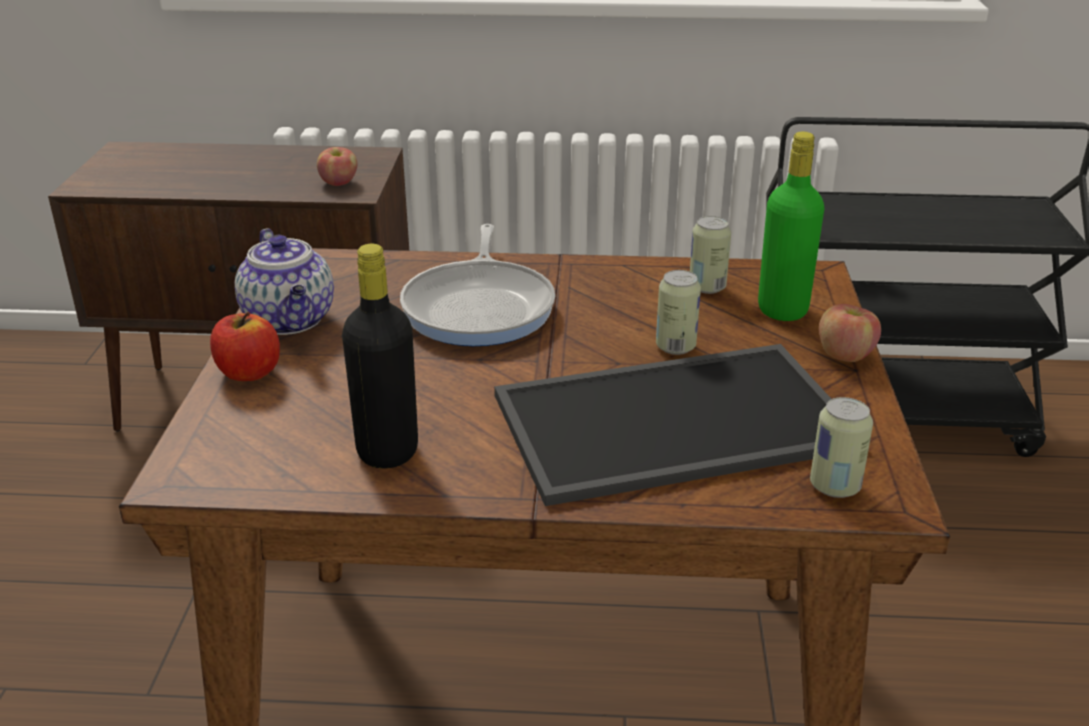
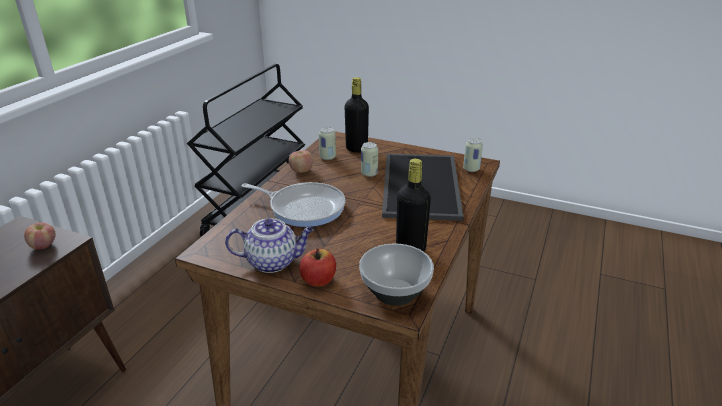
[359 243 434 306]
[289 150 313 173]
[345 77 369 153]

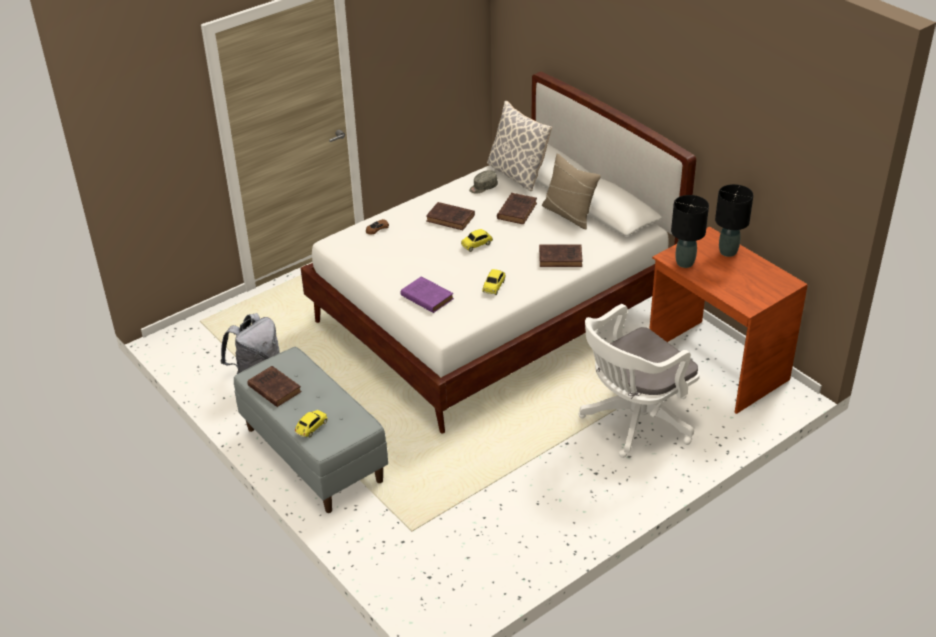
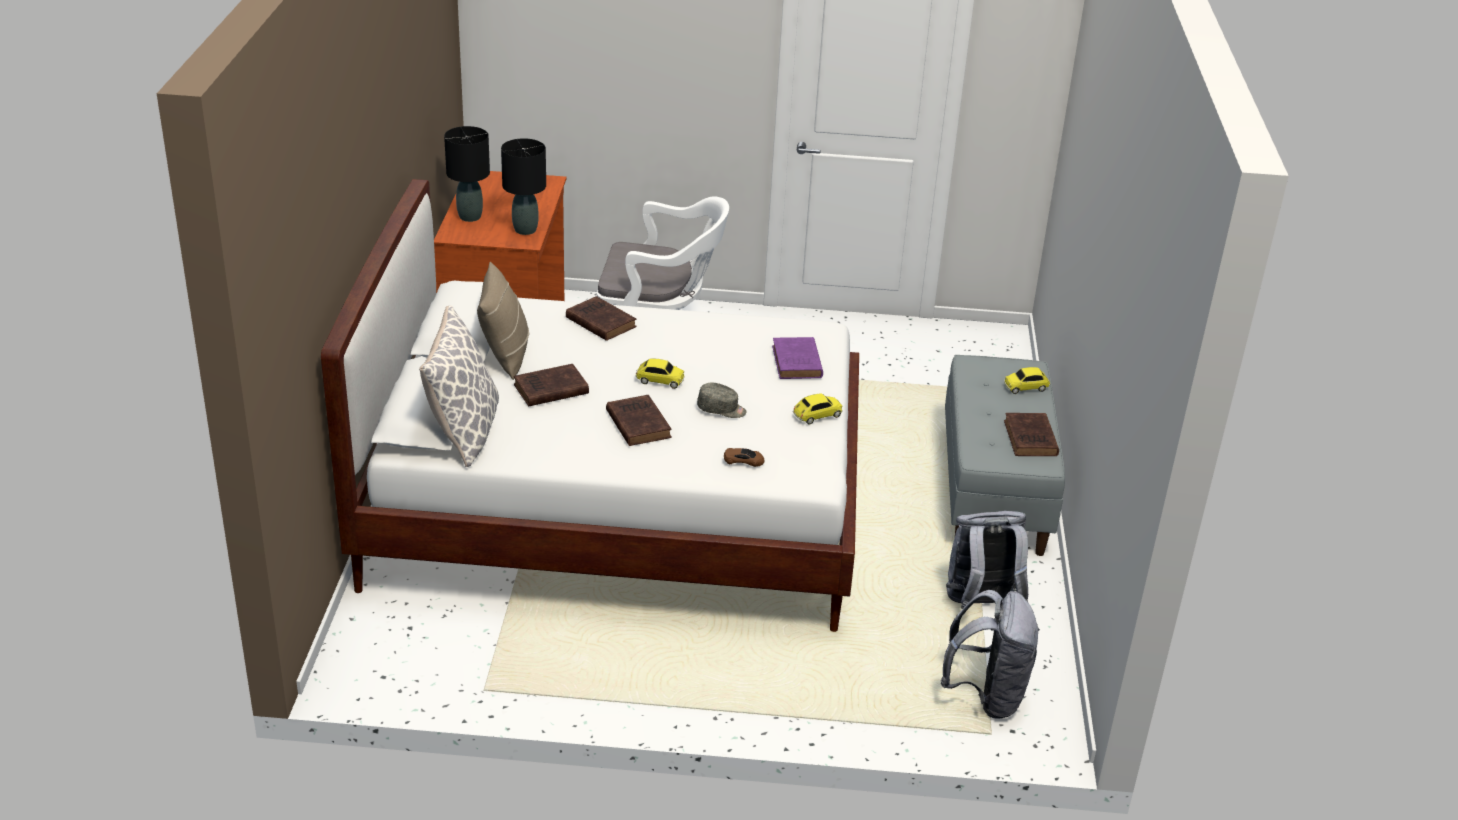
[941 590 1040 719]
[697 383 746 418]
[793 393 842 424]

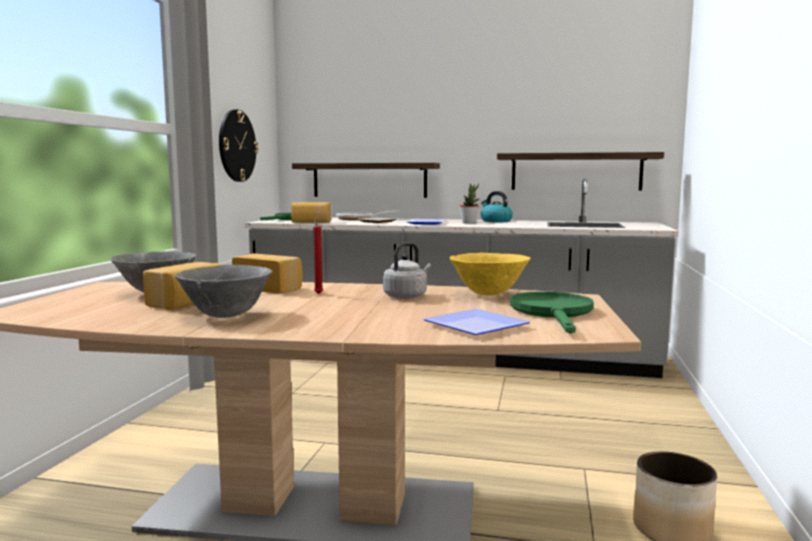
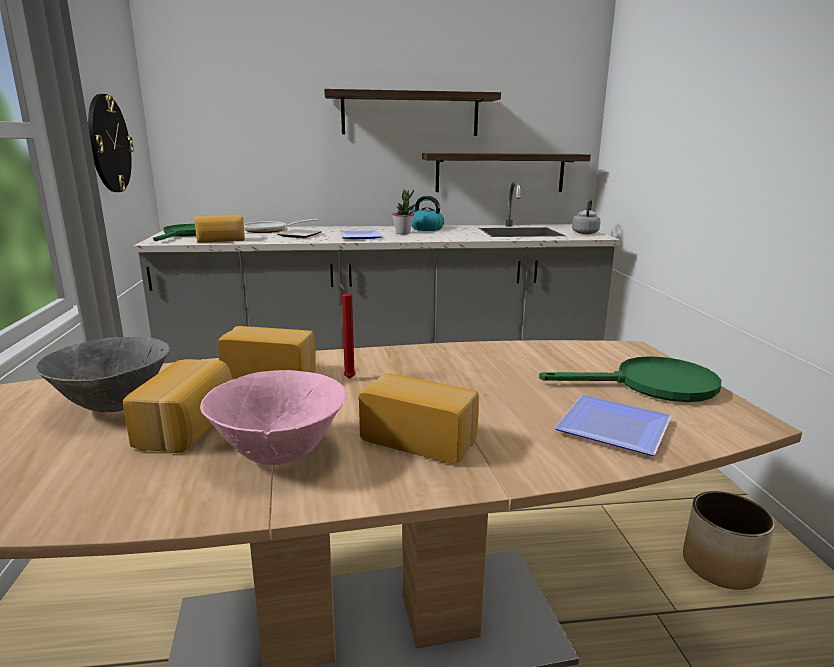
[449 253 530 296] (first image)
[359 373 479 464]
[324 89 501 136]
[572 199 601 234]
[200 370 347 465]
[539 356 721 402]

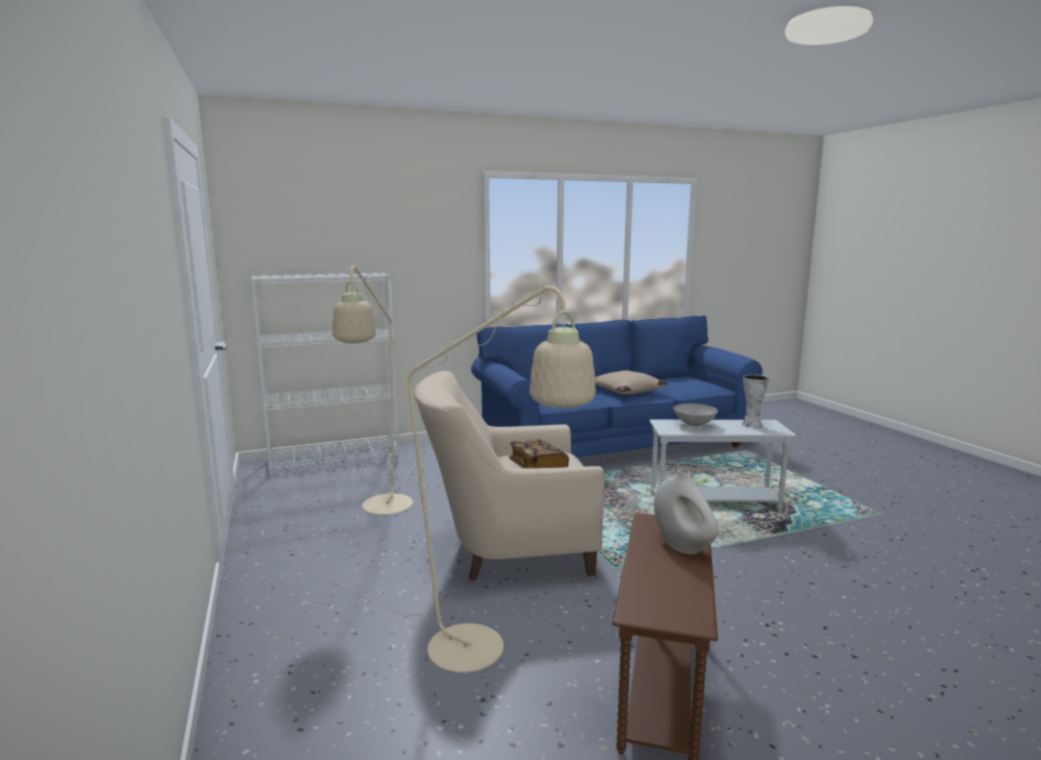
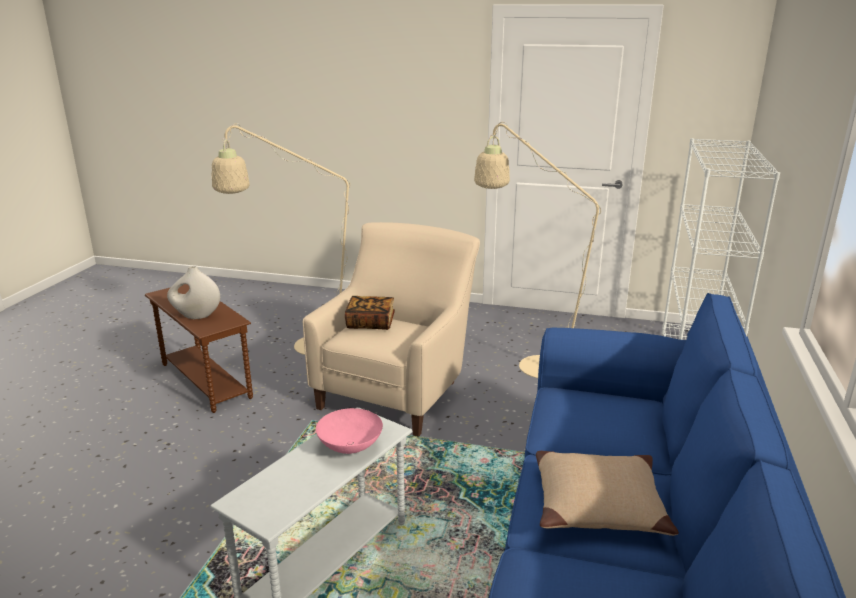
[742 374 769 428] (first image)
[316 408 383 454]

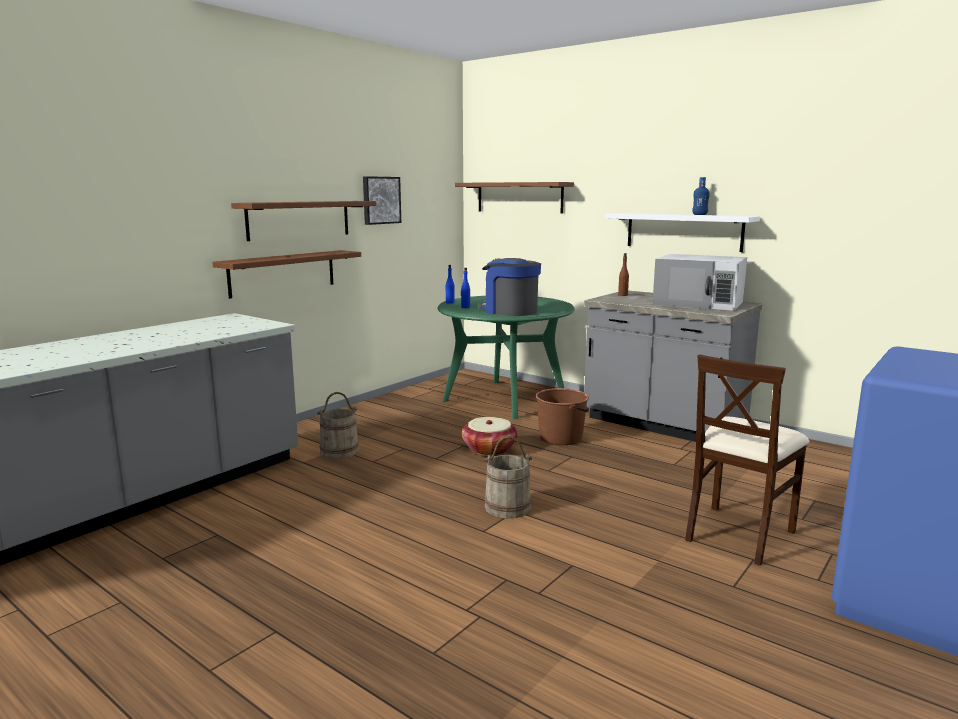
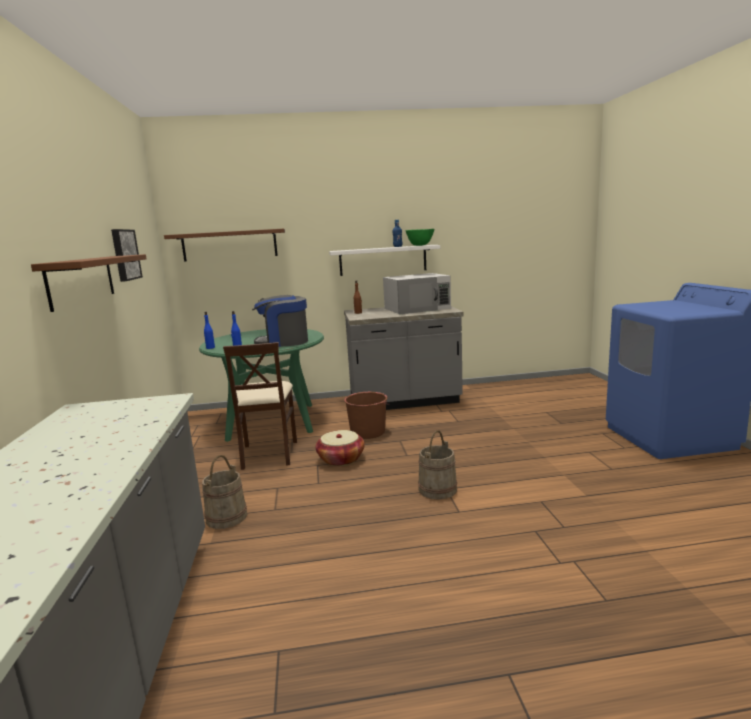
[212 250 361 299] (first image)
[406 229 434 246]
[223 342 297 470]

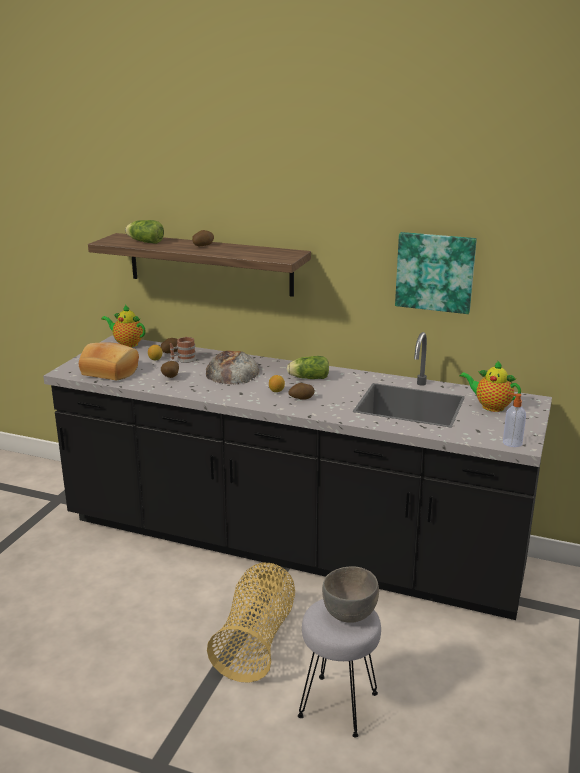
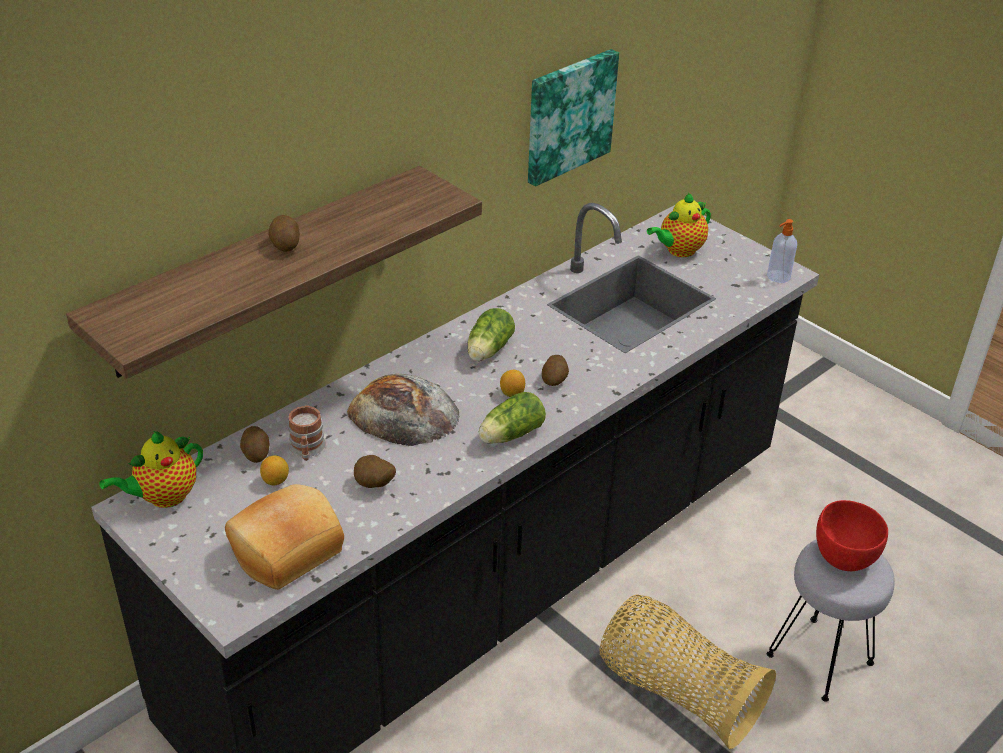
[478 392 546 444]
[816 500 888 571]

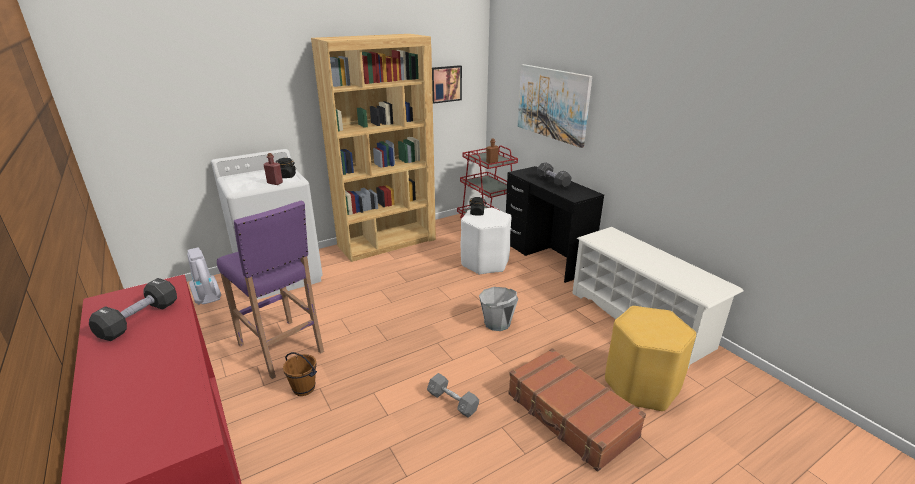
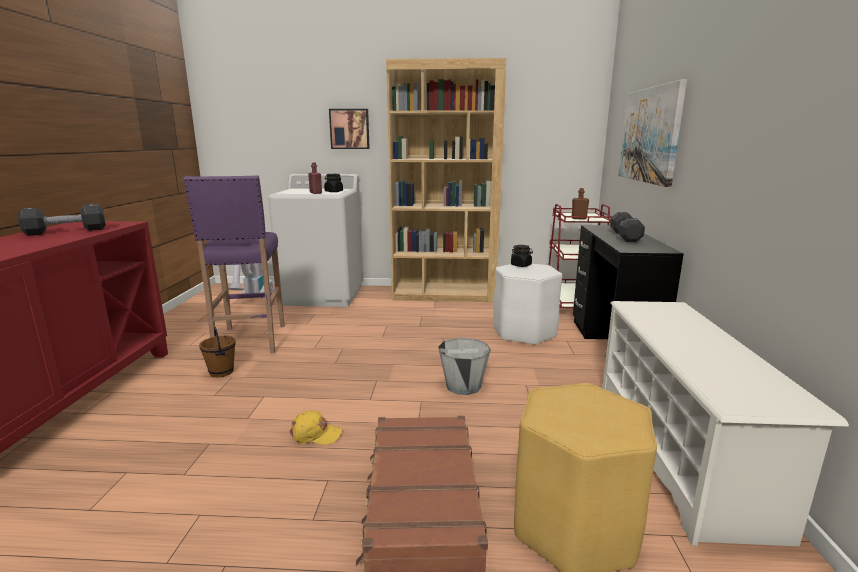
[329 109 370 149]
[289 411 343 445]

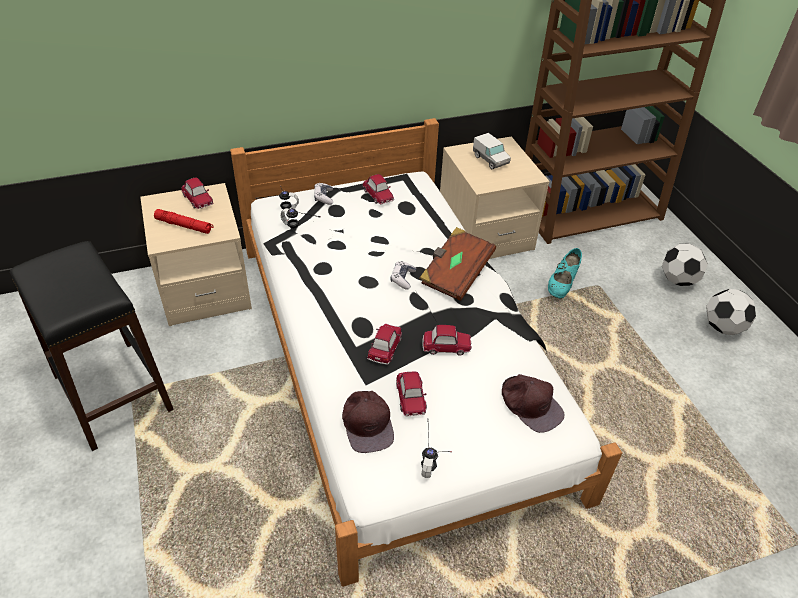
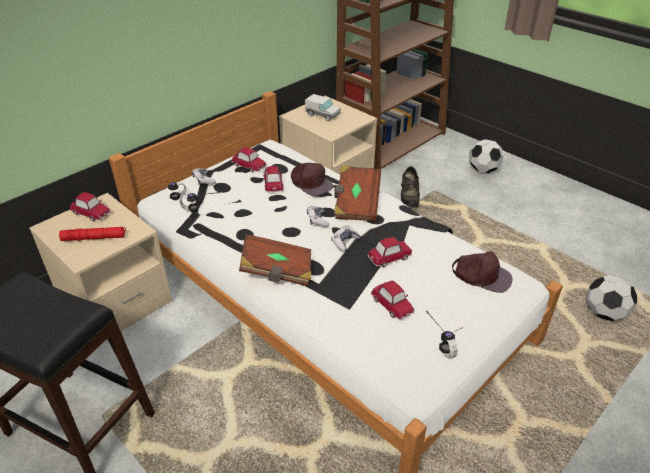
[239 234 311 286]
[331 226 361 252]
[291 163 334 196]
[263 166 284 192]
[586 275 637 321]
[401 166 420 208]

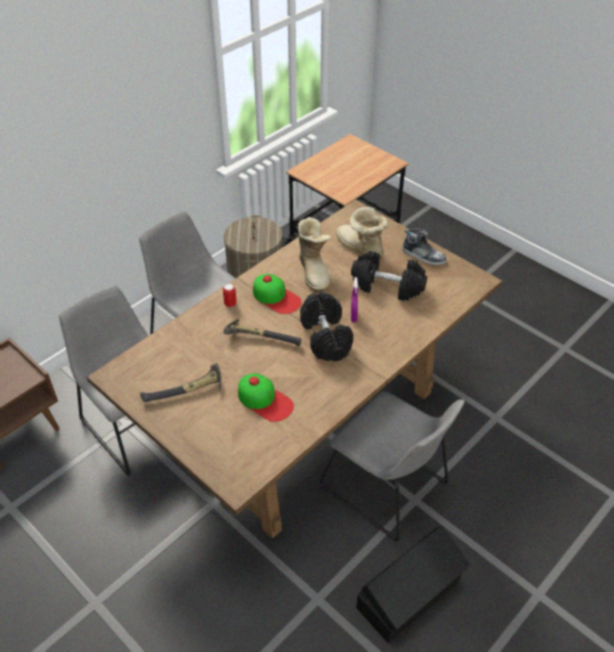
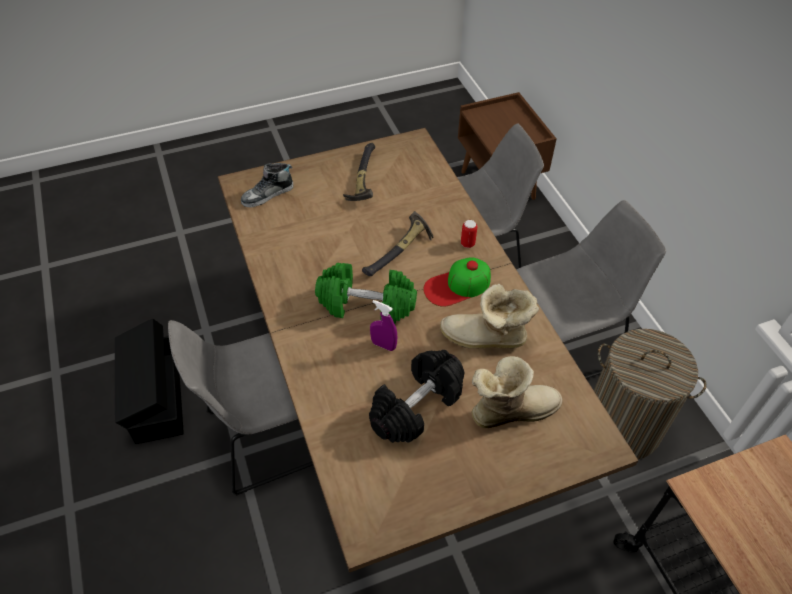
[238 373 294 422] (first image)
[241 163 293 208]
[315 263 417 324]

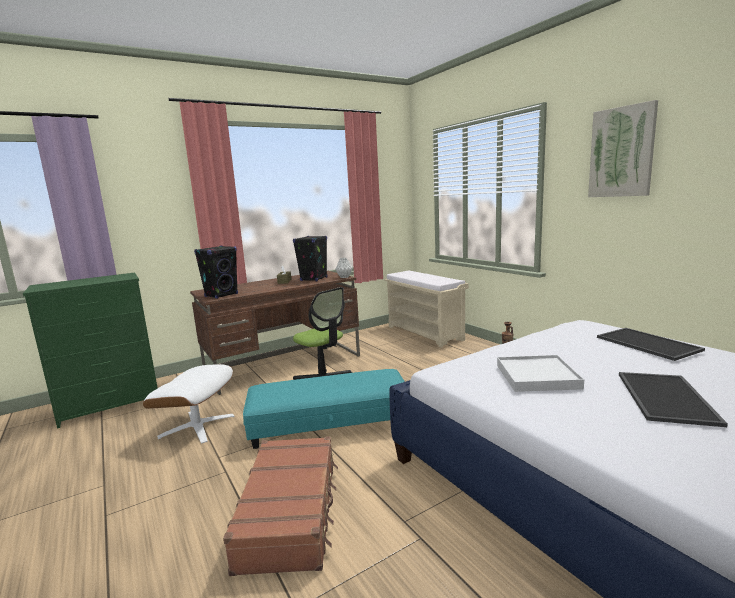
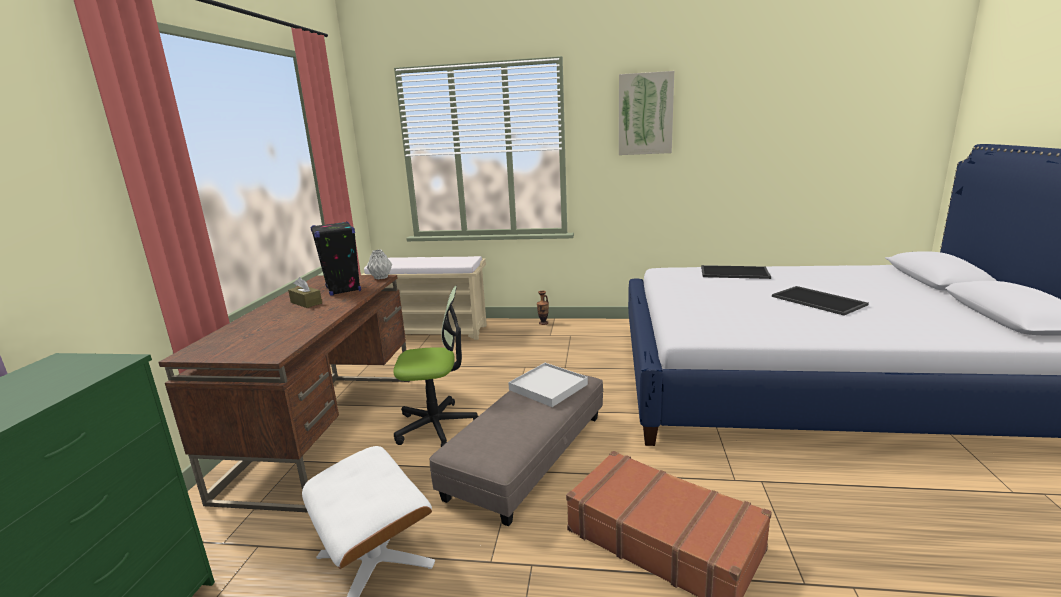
[194 246 238 299] (first image)
[508 363 588 407]
[430 374 603 527]

